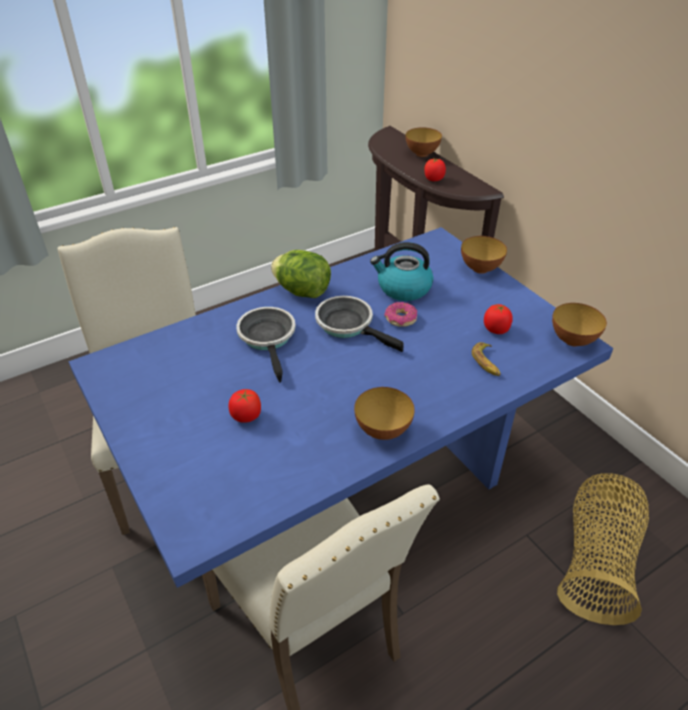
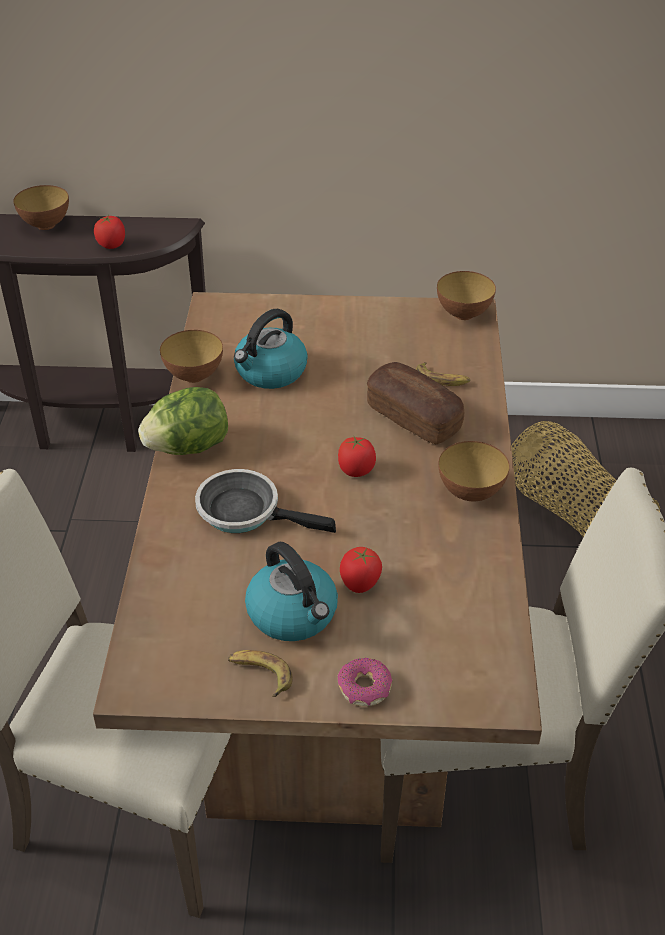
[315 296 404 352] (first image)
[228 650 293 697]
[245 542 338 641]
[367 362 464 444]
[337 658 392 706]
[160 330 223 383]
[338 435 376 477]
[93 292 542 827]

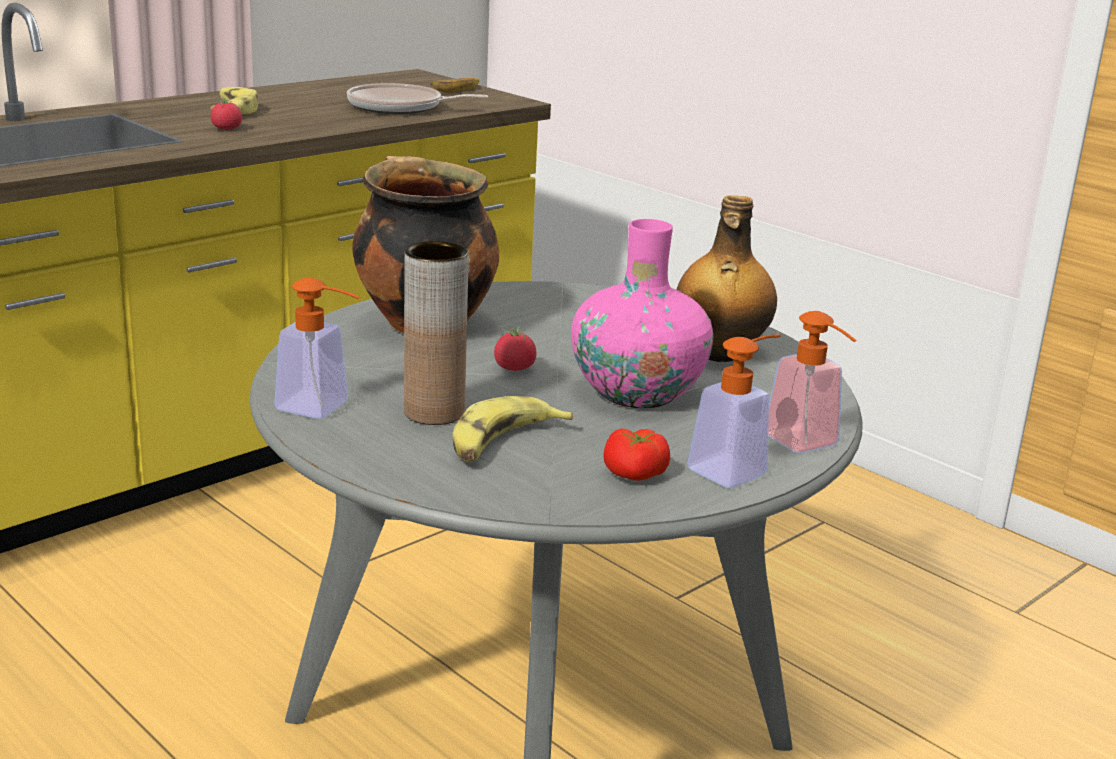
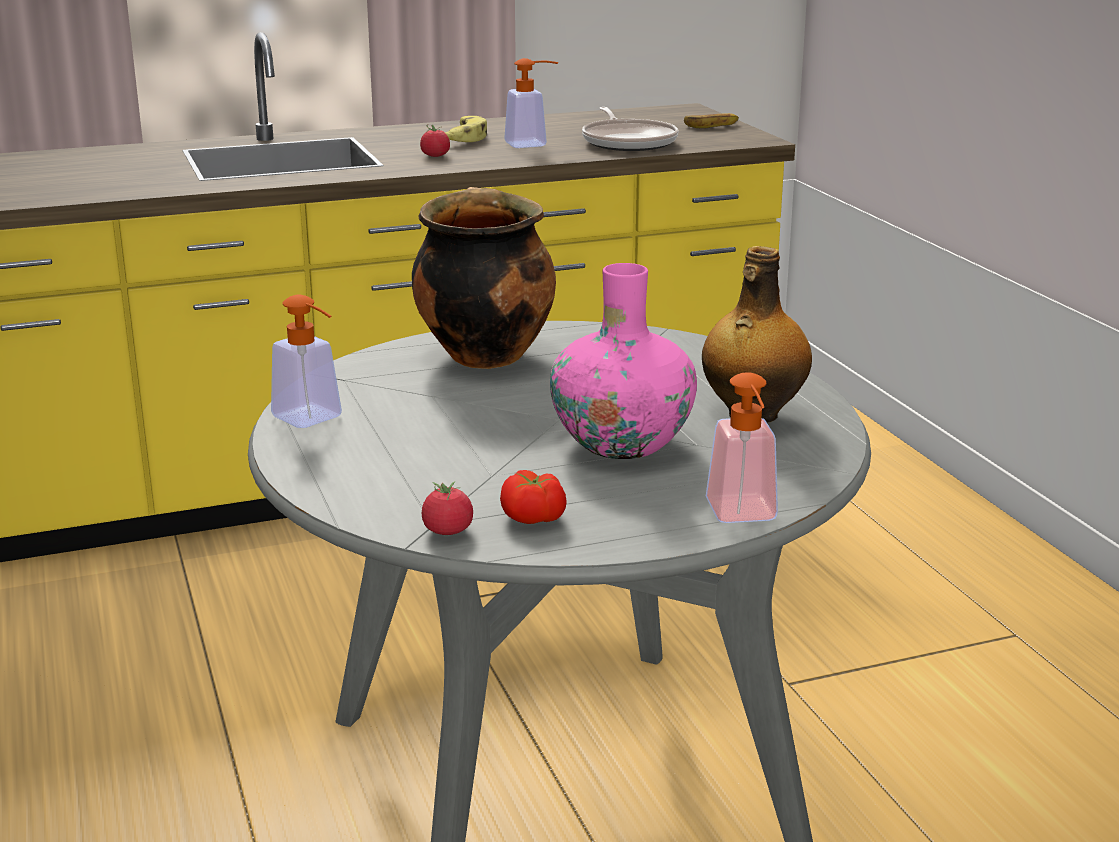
[404 241 469 425] (first image)
[452 396 573 462] (first image)
[422 481 473 535]
[504 58 558 148]
[582 107 678 151]

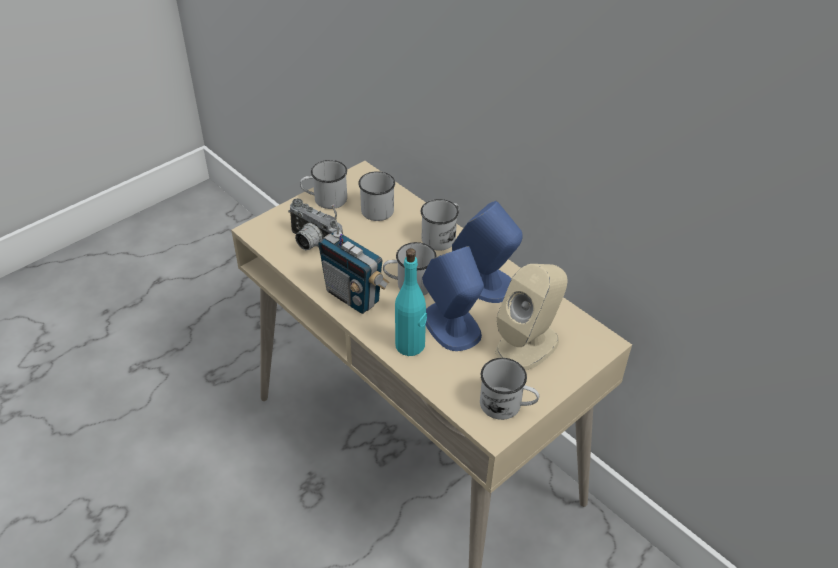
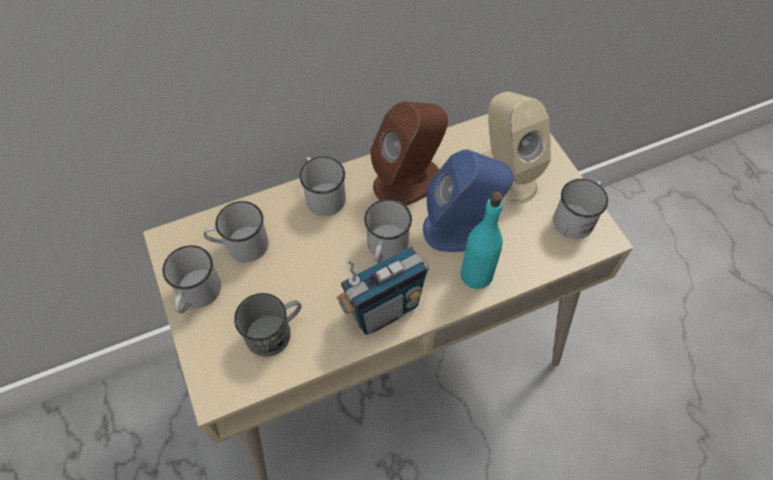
[234 293 302 357]
[370 101 448 206]

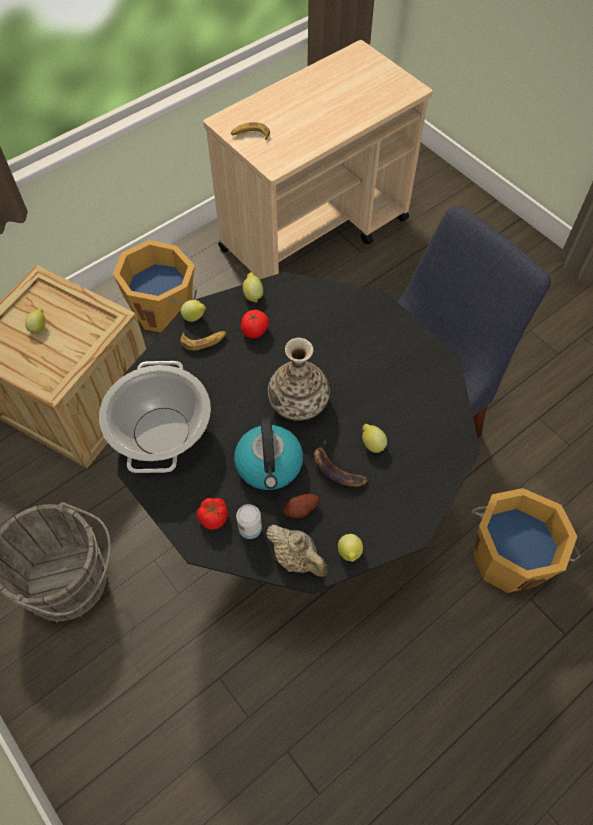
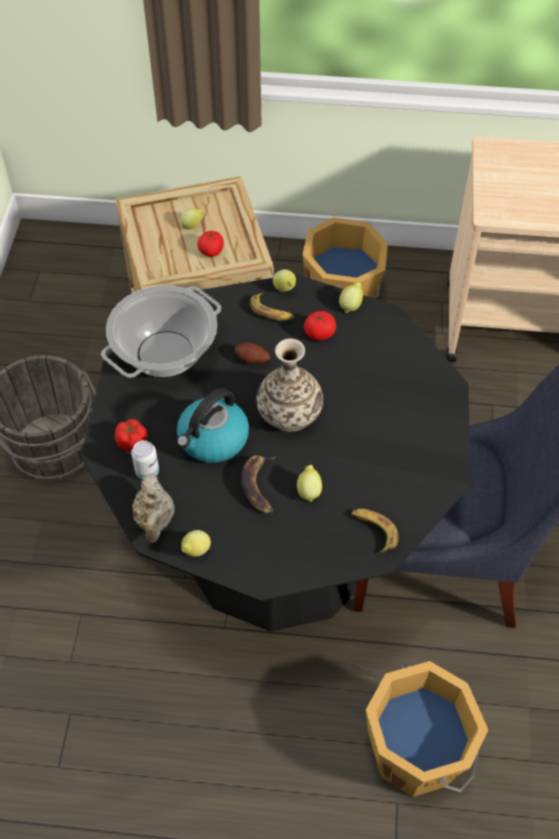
[197 230 224 257]
[351 509 399 553]
[235 342 270 364]

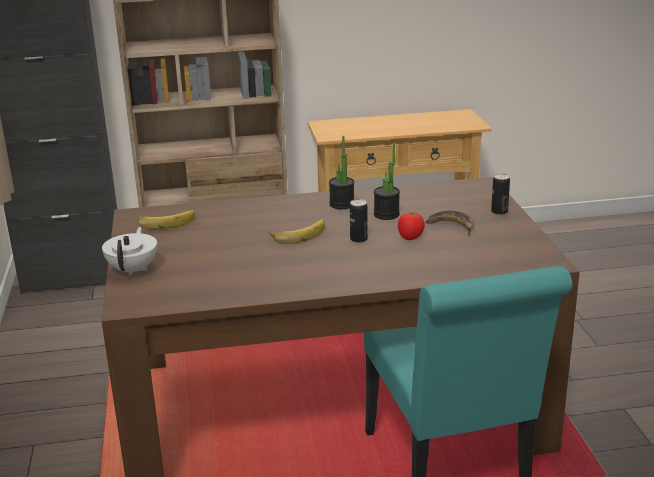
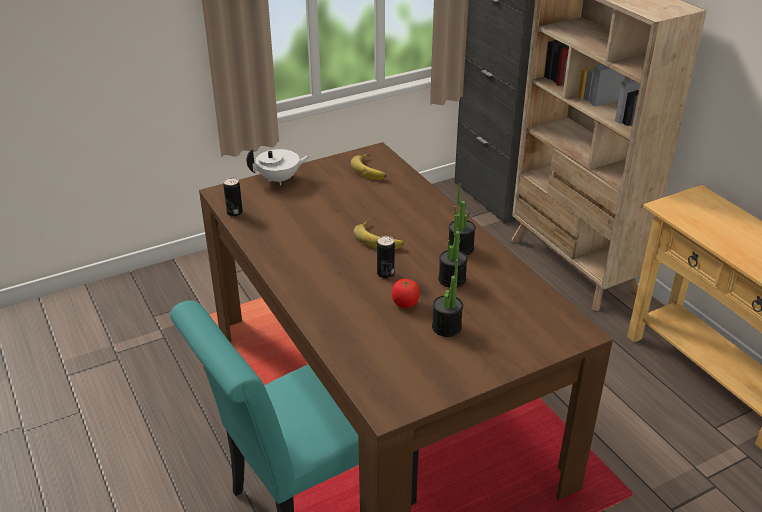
[223 178 243 217]
[432 259 463 337]

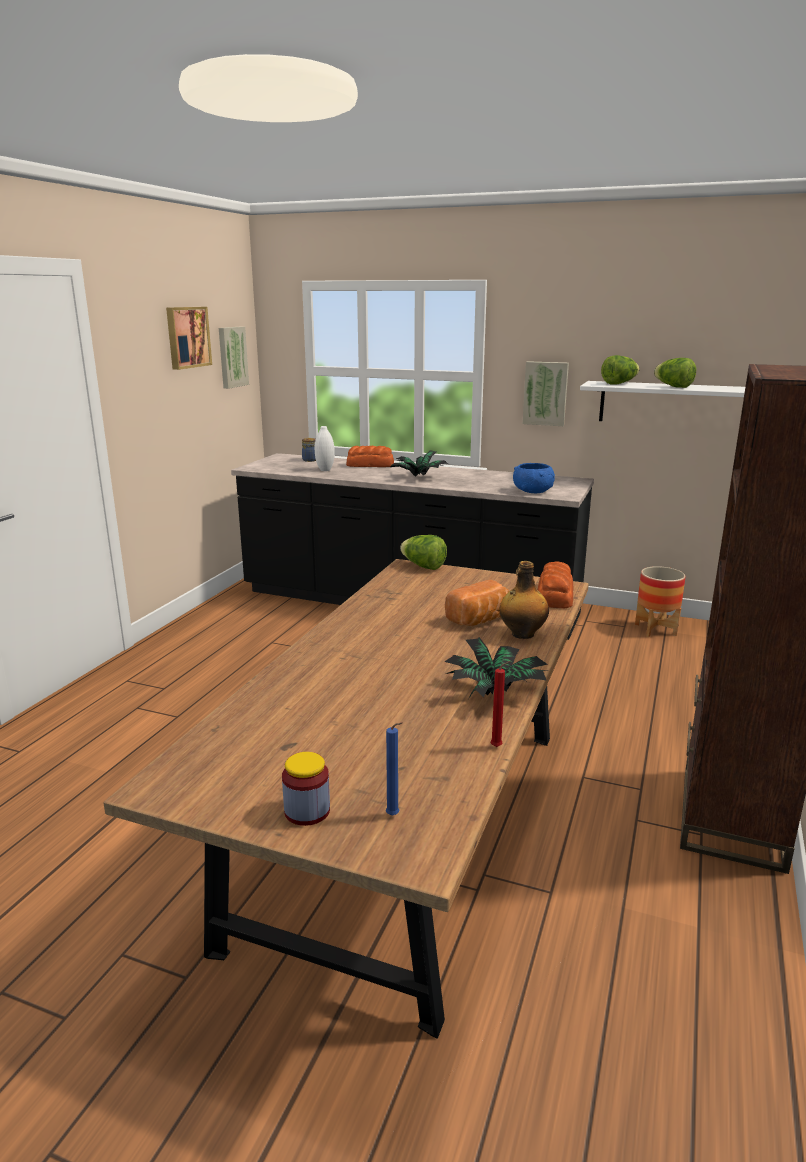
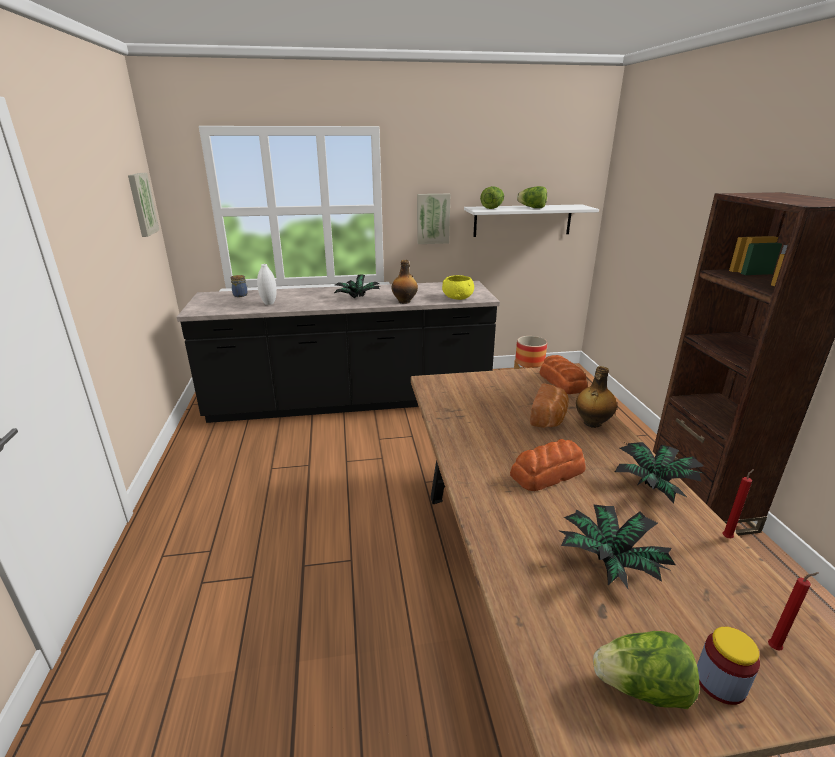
[166 307 212 370] (first image)
[392 260 418 304]
[560 504 676 589]
[510 439 586 491]
[593 631 699 709]
[768 572 818 651]
[442 275 474 300]

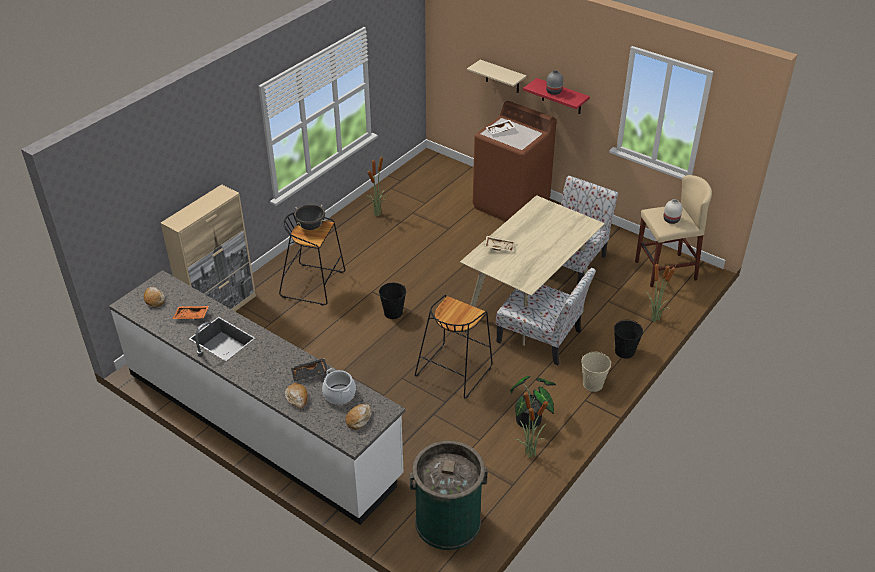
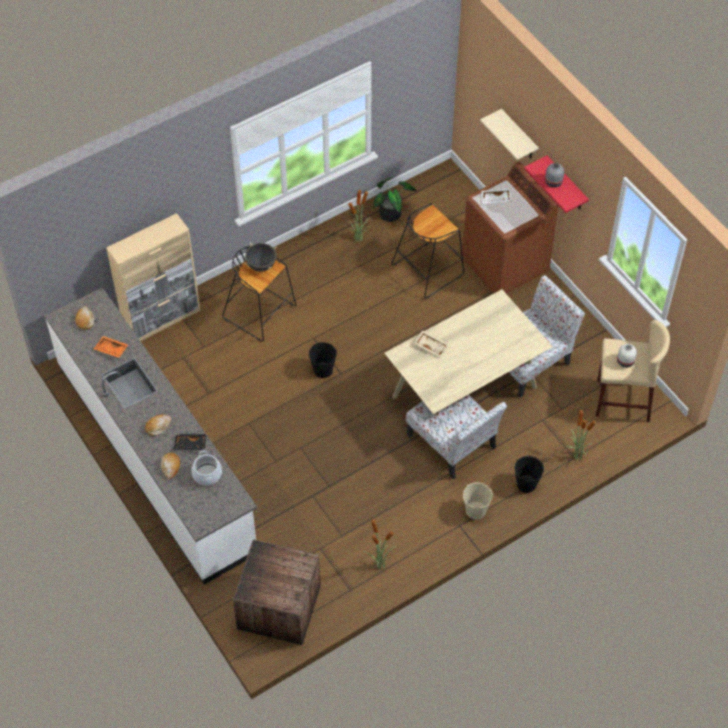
[145 414 171 436]
[391 203 464 299]
[373 177 417 222]
[233 540 321 645]

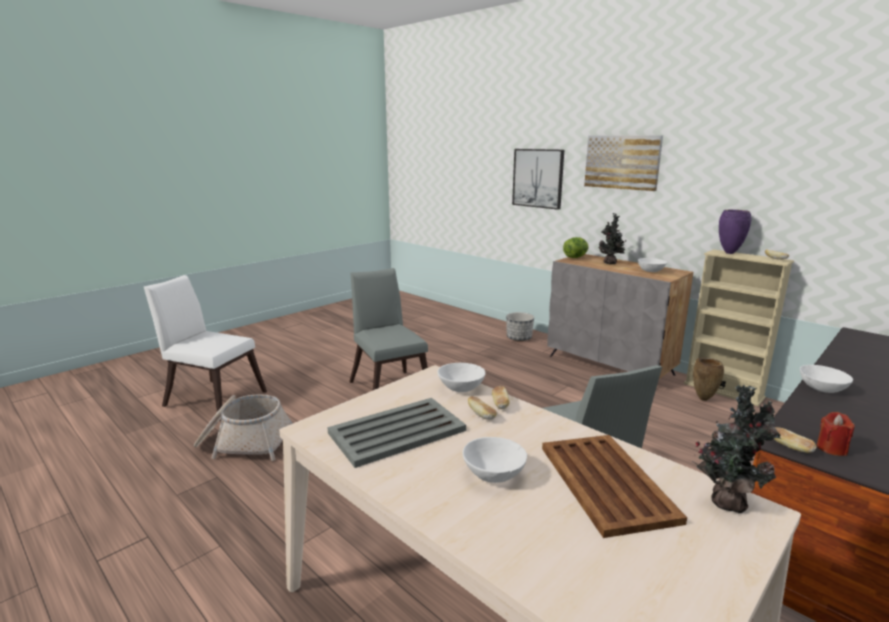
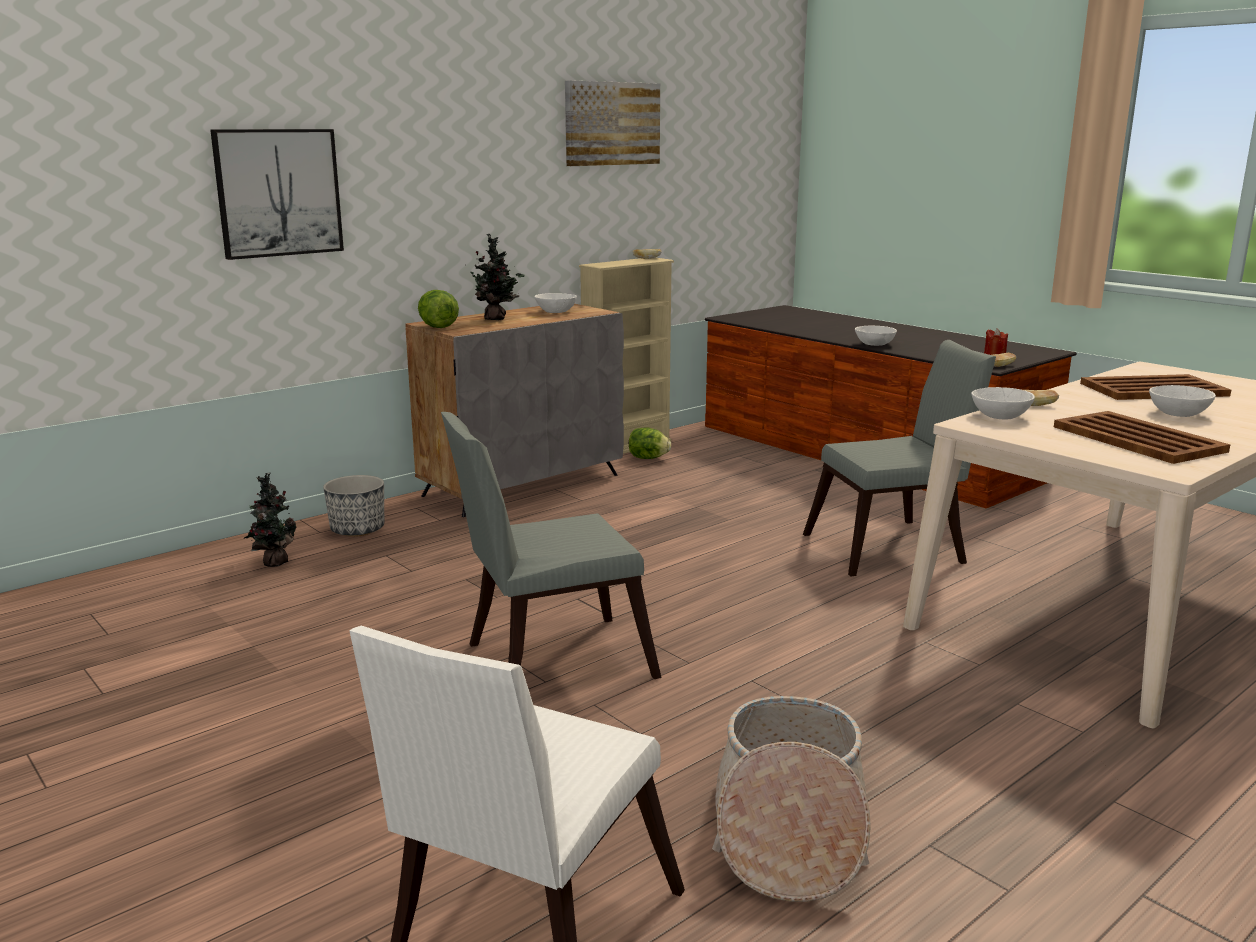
[468 396 497 420] (first image)
[719 210 751 254] (first image)
[565 80 660 166]
[243 472 296 567]
[629 427 671 459]
[1054 411 1230 464]

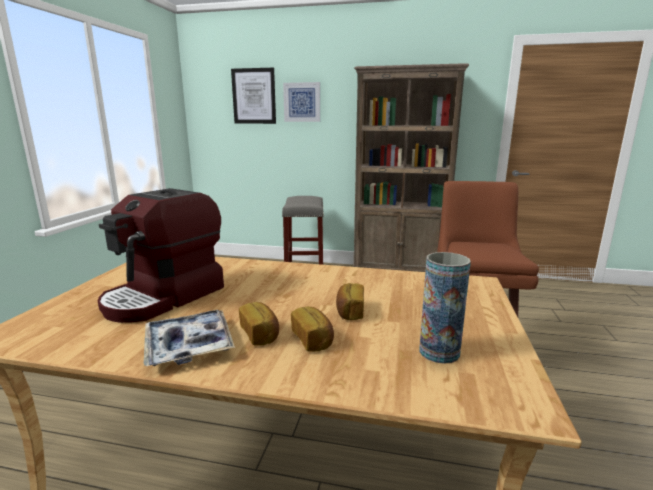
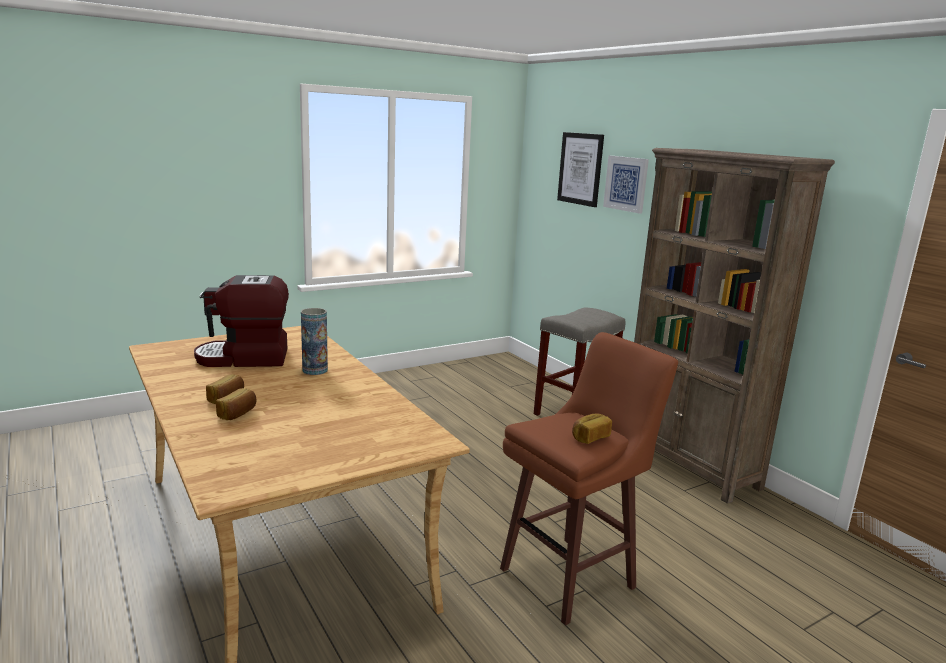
[143 310 235 367] (first image)
[572 414 612 444]
[301 308 328 375]

